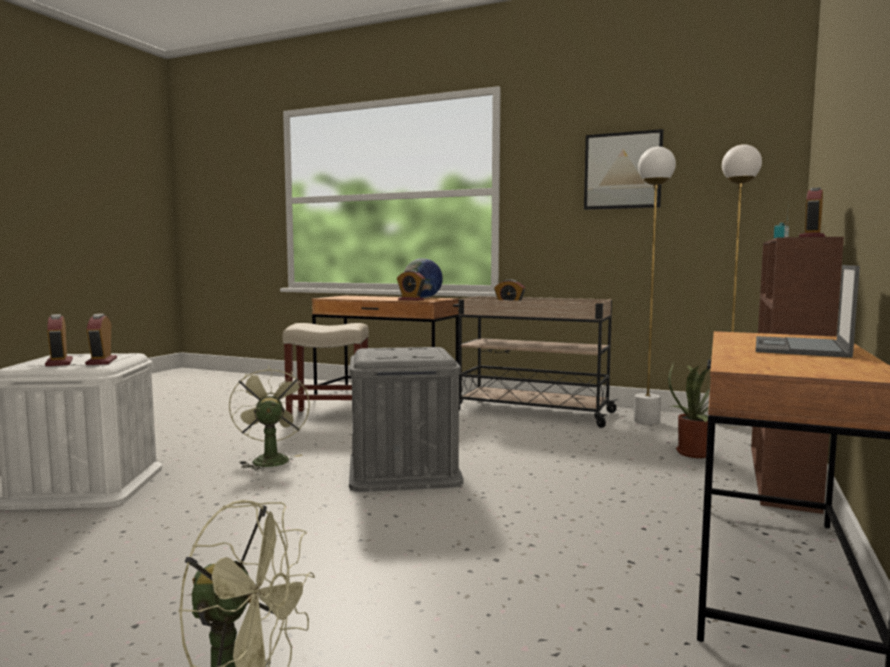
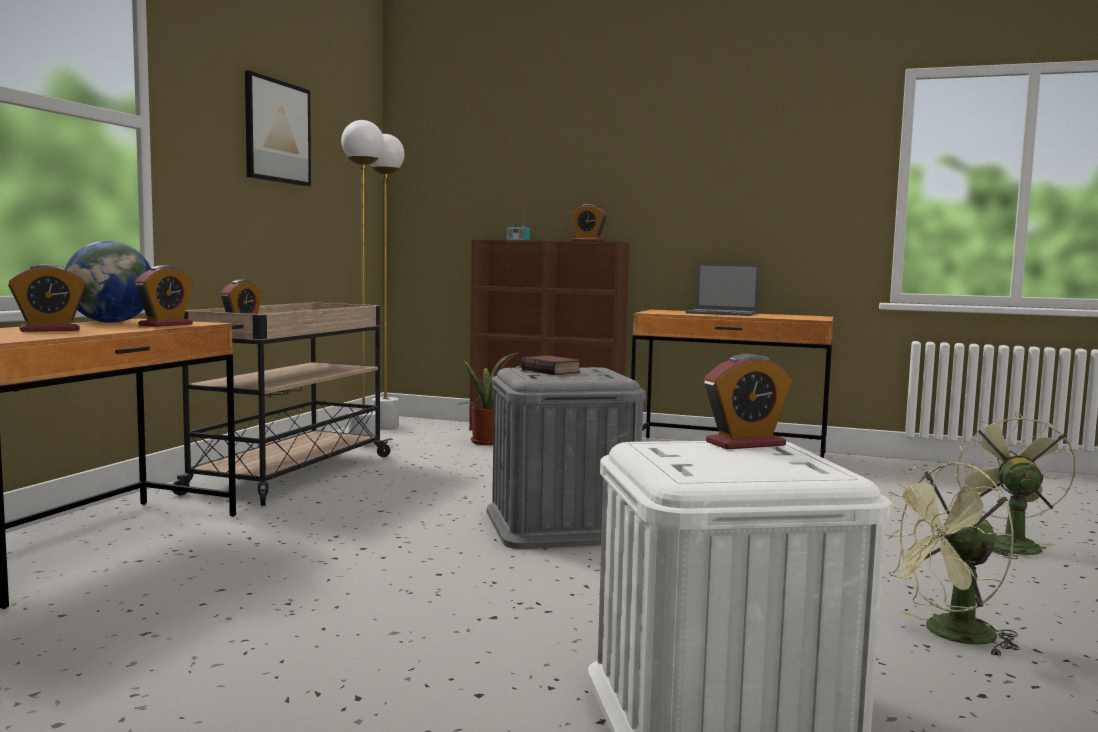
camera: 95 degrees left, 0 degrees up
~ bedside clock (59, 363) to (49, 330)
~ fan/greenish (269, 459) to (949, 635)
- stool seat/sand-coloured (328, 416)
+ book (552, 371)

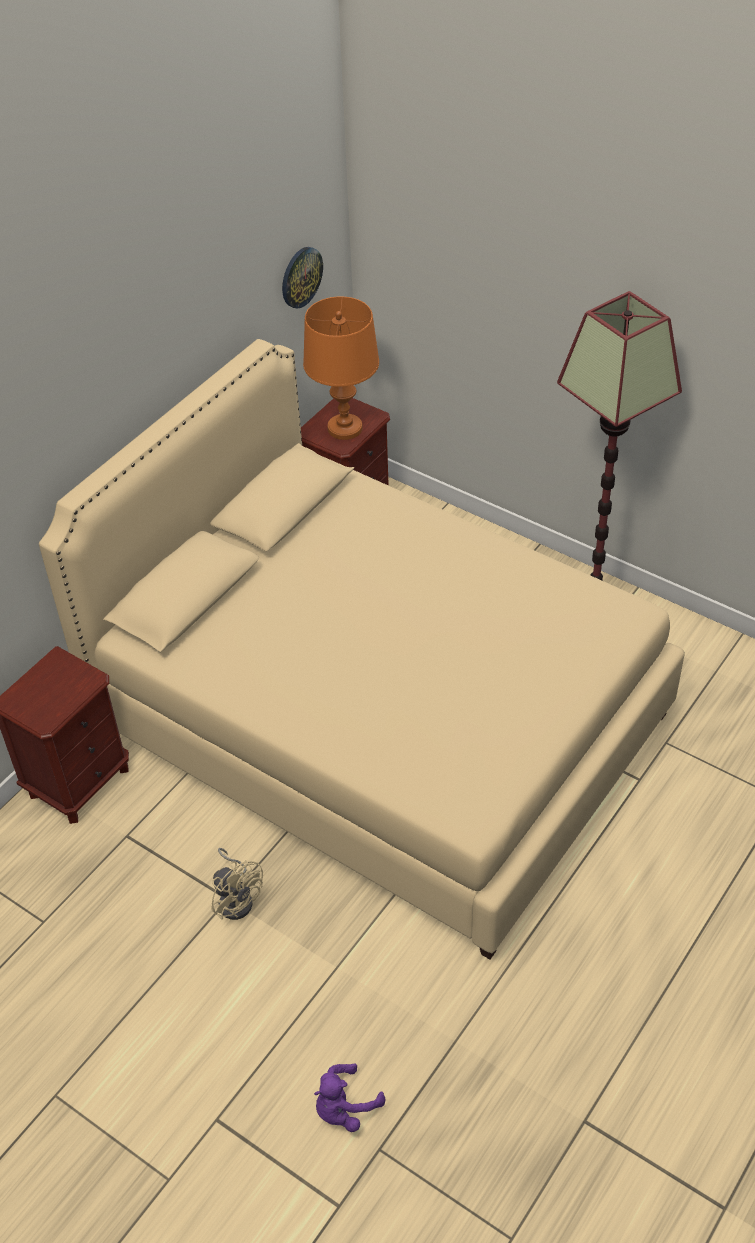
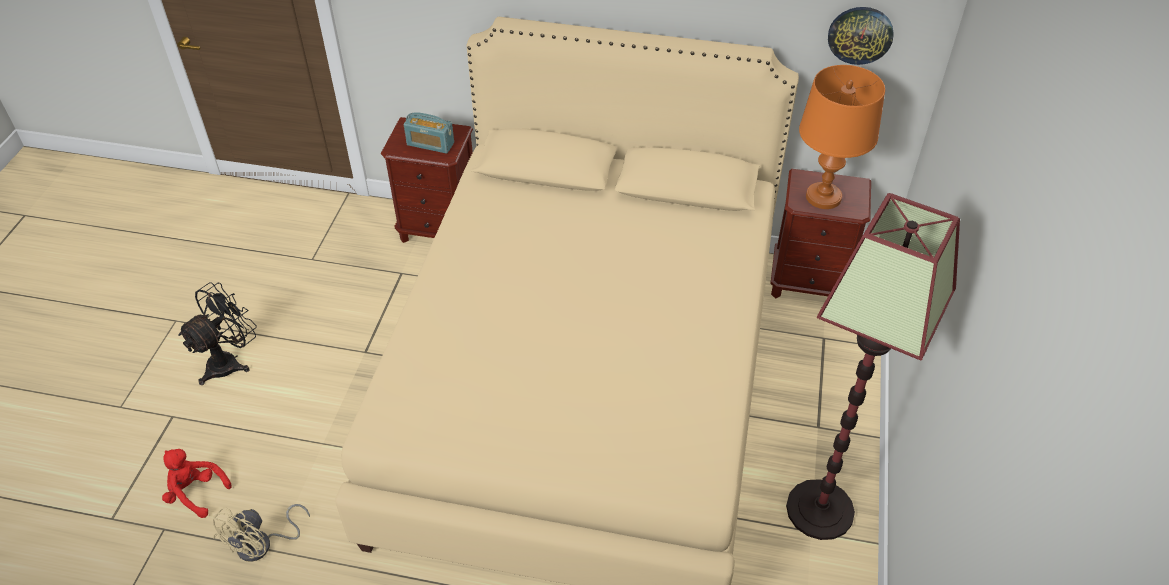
camera: 65 degrees right, 0 degrees up
~ fan/sand-coloured (237, 898) to (262, 545)
~ plush toy/purplish (344, 1108) to plush toy/red (196, 493)
+ fan/blackish (230, 361)
+ radio set (430, 144)

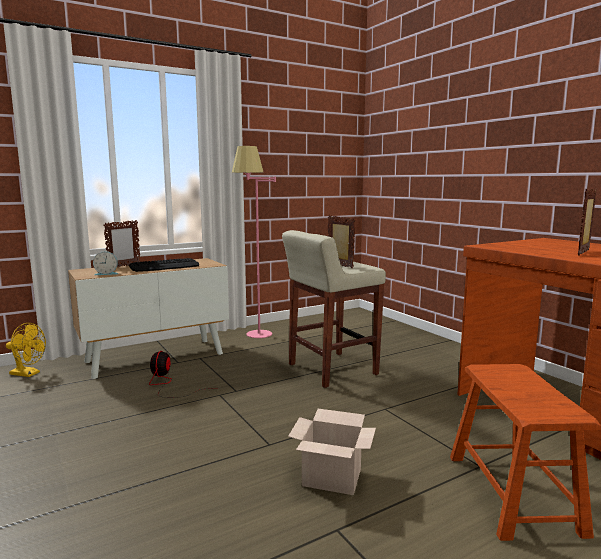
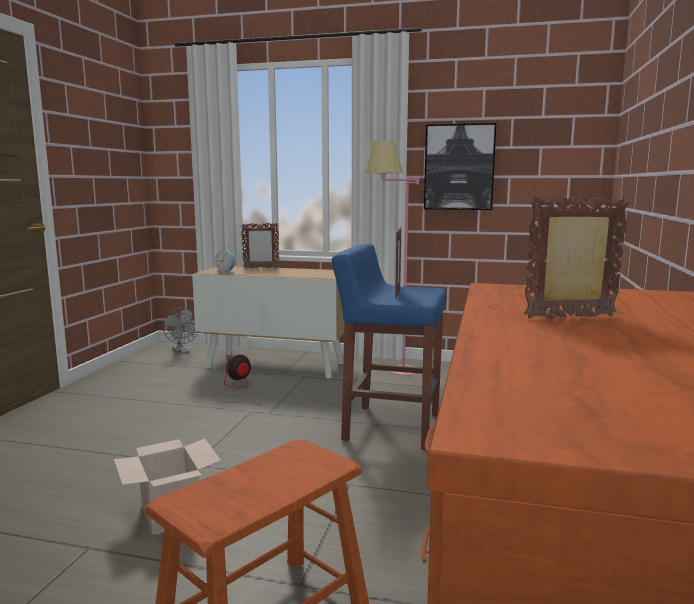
camera: 45 degrees right, 0 degrees up
~ fan/yellow-coloured (28, 374) to fan/gray (182, 352)
- keyboard (165, 266)
~ stool seat/sand-coloured (331, 369) to stool seat/bluish (390, 426)
+ wall picture (459, 167)

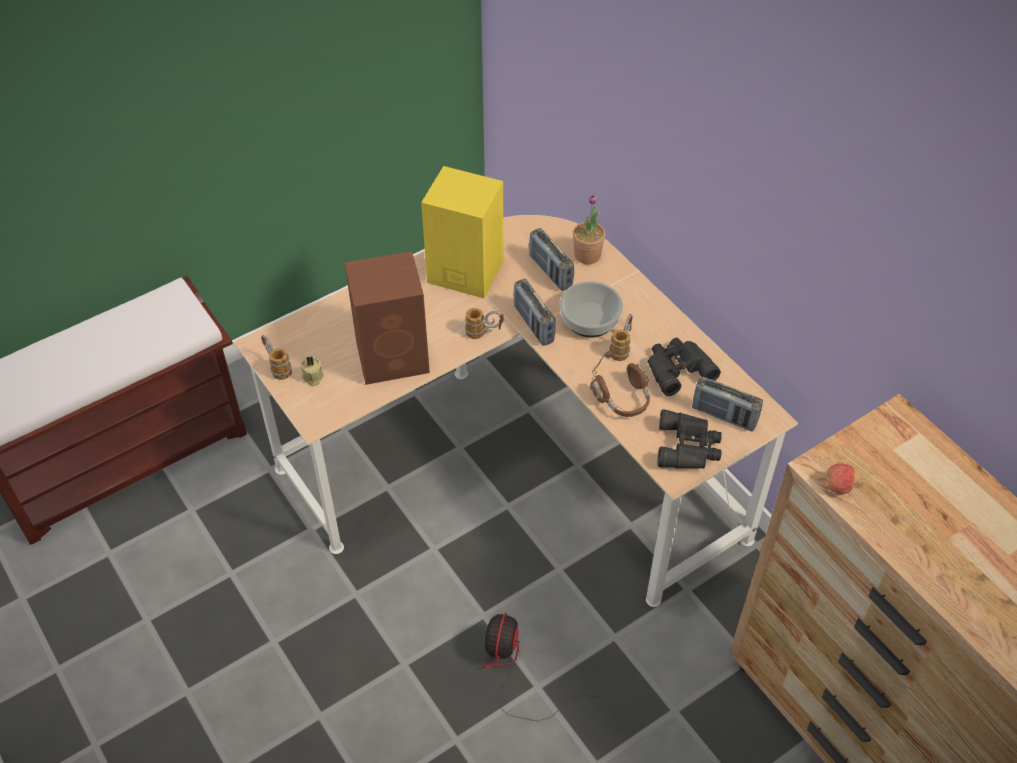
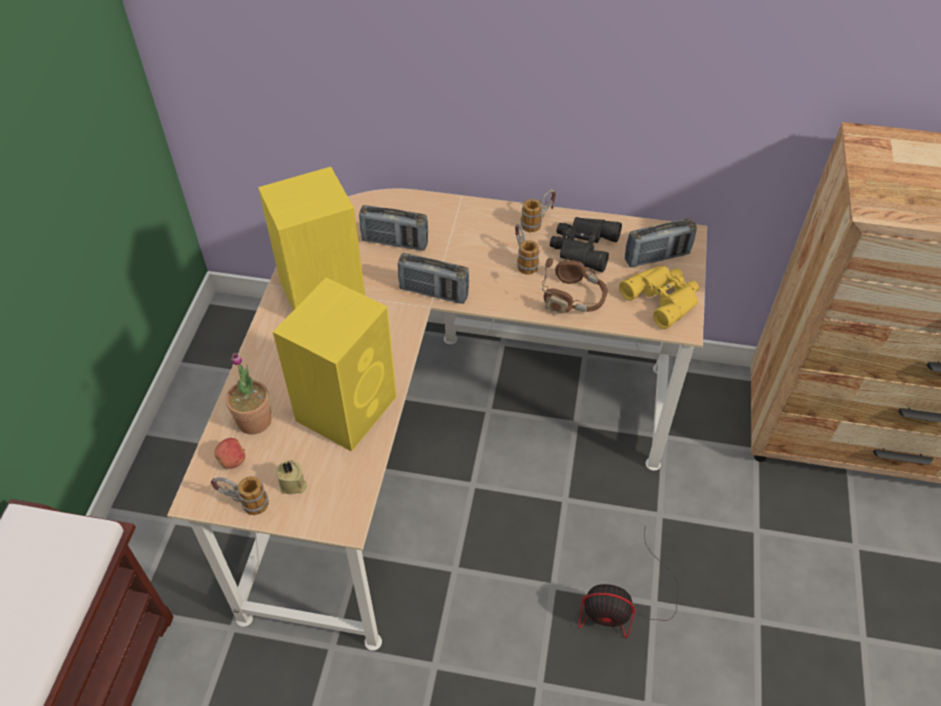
camera: 45 degrees left, 0 degrees up
~ audio speaker/brownish (394, 356) to audio speaker/yellow-coloured (348, 407)
~ tea mug (484, 333) to (538, 221)
~ fan (515, 670) = (624, 606) 45 degrees counterclockwise
- bowl (590, 320)
~ plant in a pot (587, 255) to (254, 421)
~ pair of binoculars/blackish (689, 447) to pair of binoculars/yellow-coloured (663, 297)
~ apple (838, 486) to (233, 460)

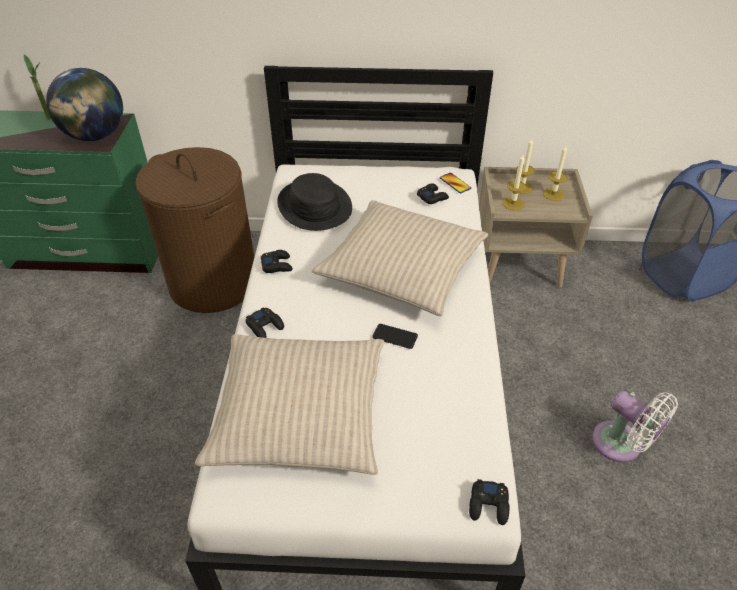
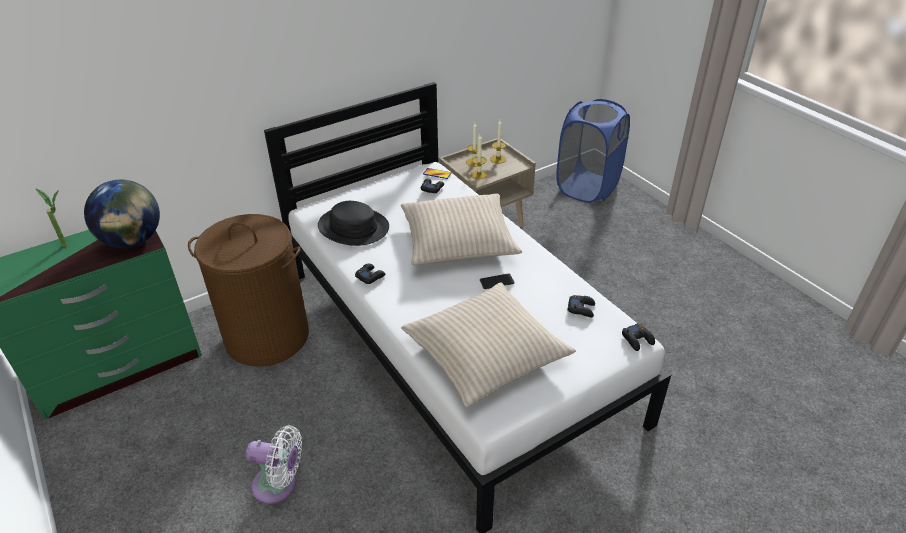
camera: 35 degrees left, 5 degrees down
~ gamepad/blackish (265, 326) to (581, 308)
~ fan/whitish (621, 445) to (279, 485)

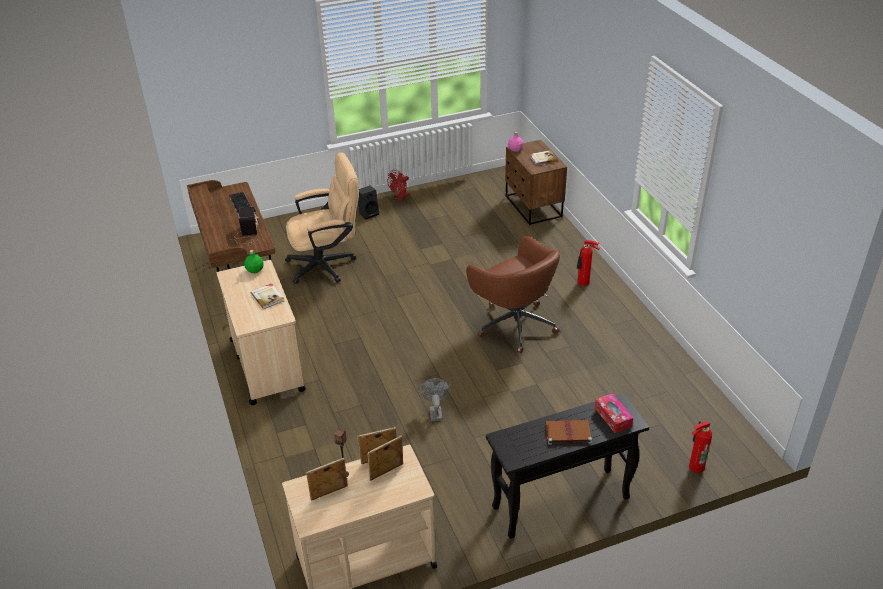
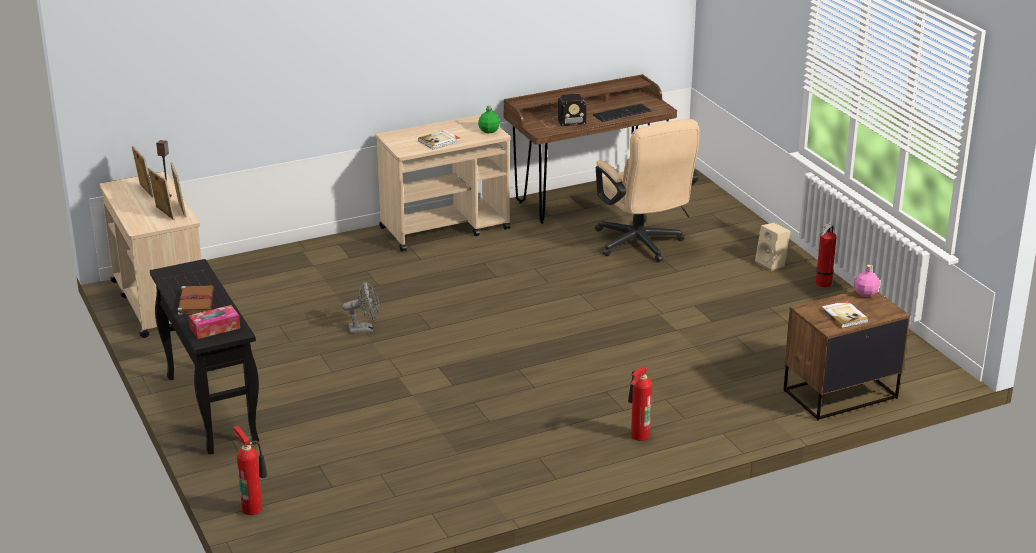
camera: 85 degrees right, 10 degrees down
~ audio speaker/blackish (368, 213) to audio speaker/sand-coloured (772, 264)
~ fan/red (400, 197) to fire extinguisher (822, 284)
- computer chair/brownish (514, 324)

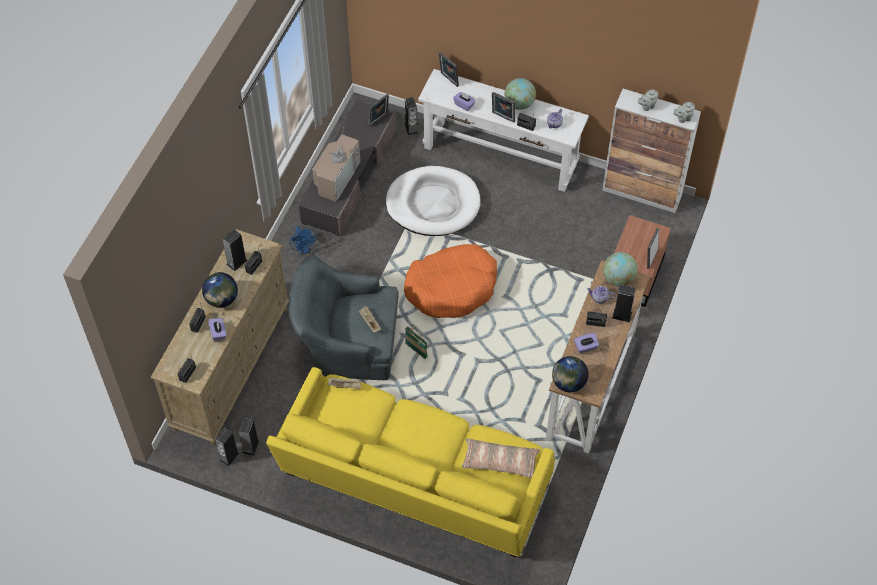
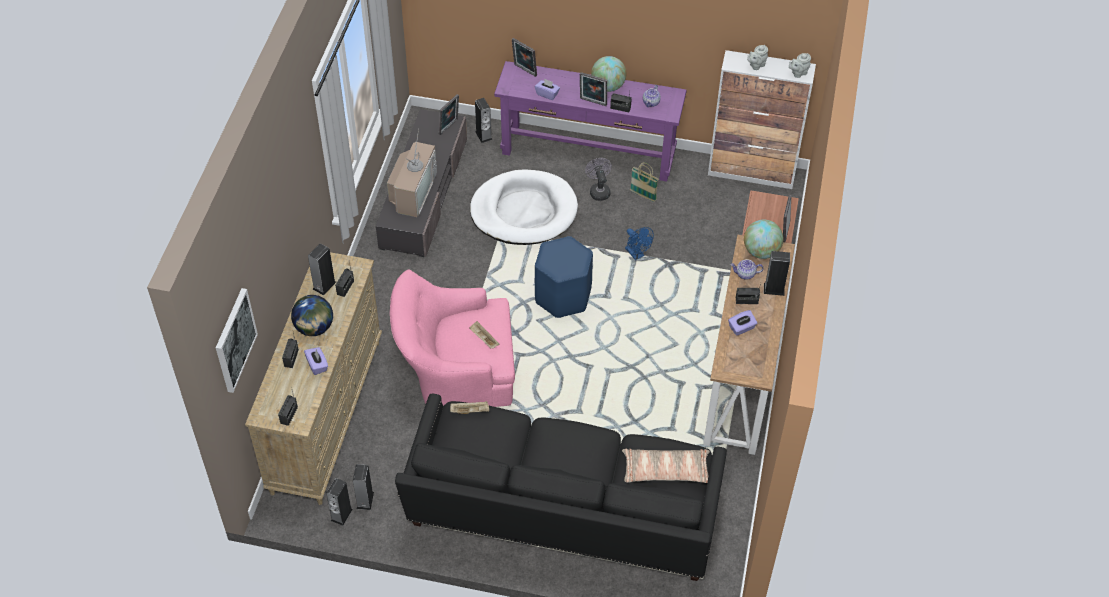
camera: 10 degrees left, 5 degrees down
~ sofa/yellow-coloured (413, 482) to sofa/blackish (562, 514)
~ armchair/gray (347, 343) to armchair/pink (455, 371)
~ fan/bluish (304, 249) to (636, 254)
~ dog cushion/orangey (451, 287) to stool seat/bluish (563, 296)
~ basket (416, 351) to (643, 195)
~ narrow table/whitish (500, 155) to narrow table/purplish (588, 152)
- globe (568, 383)
+ wall picture (234, 340)
+ fan/gray (599, 190)

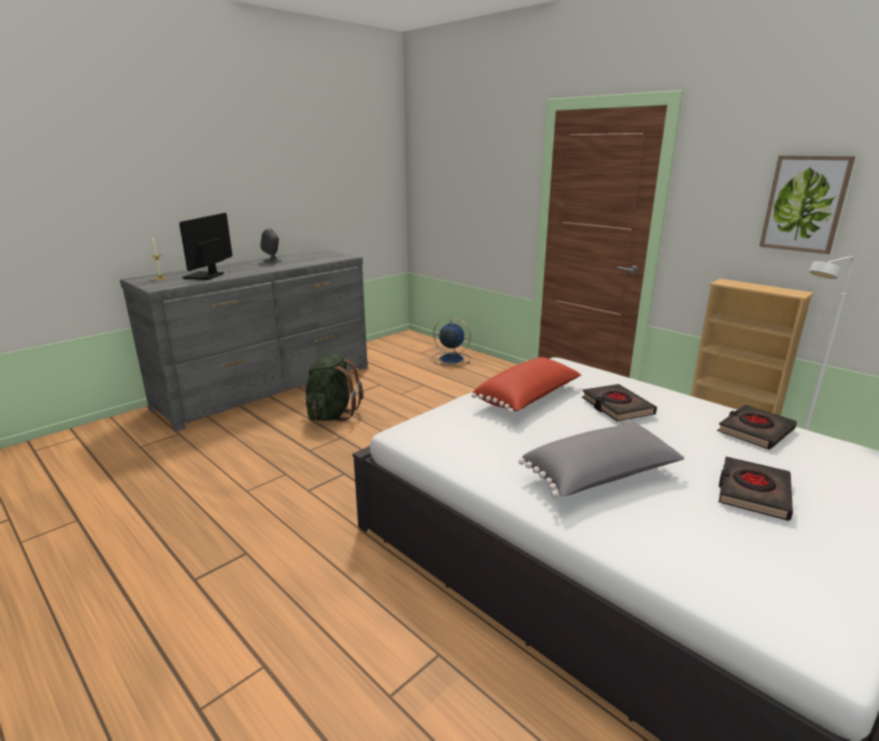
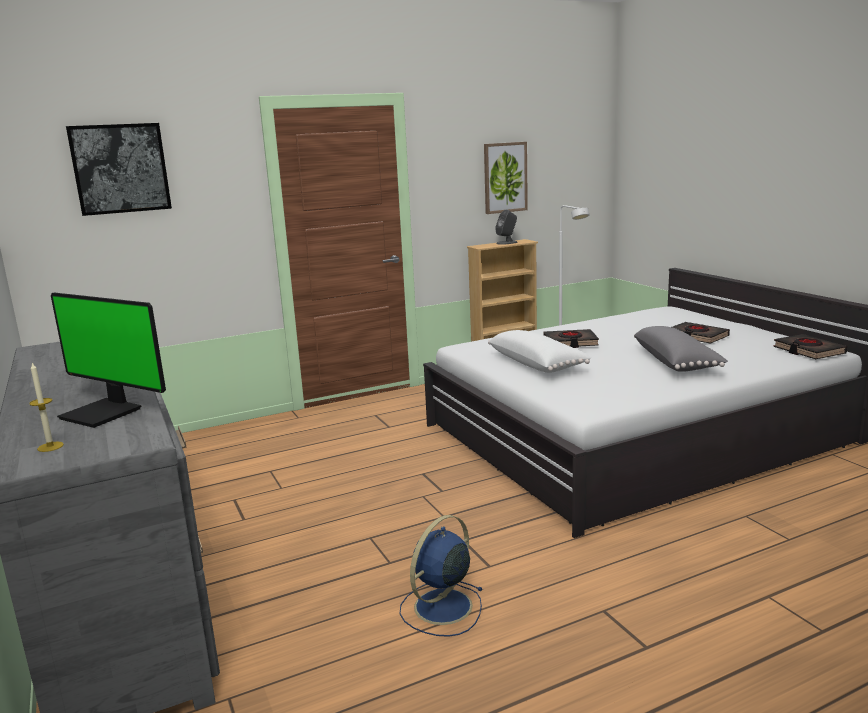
camera: 70 degrees left, 5 degrees down
~ audio speaker/gray (272, 261) to (507, 243)
- backpack/greenish (332, 414)
~ fan/bluish (450, 359) to (441, 608)
~ cushion/red (528, 399) to cushion/whitish (537, 364)
~ book/blackish (755, 431) to (808, 351)
+ wall picture (120, 168)

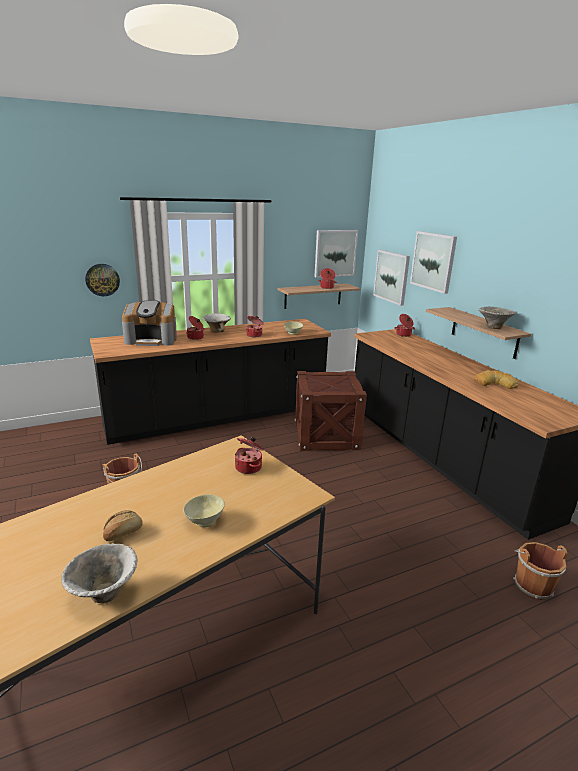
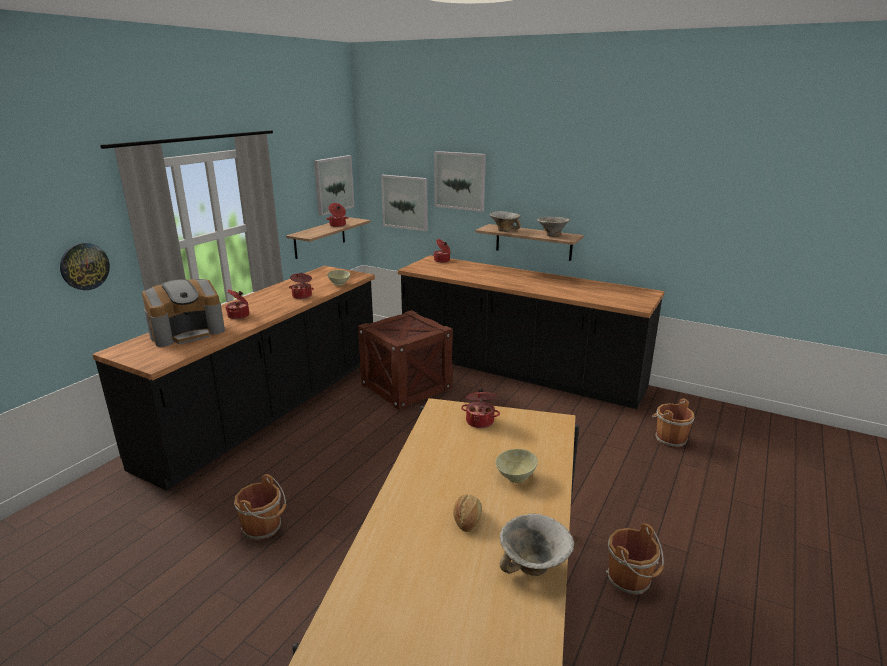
camera: 35 degrees left, 0 degrees up
~ bowl (217, 331) to (504, 230)
- bakery bread (494, 383)
+ water bucket/brownish (630, 580)

